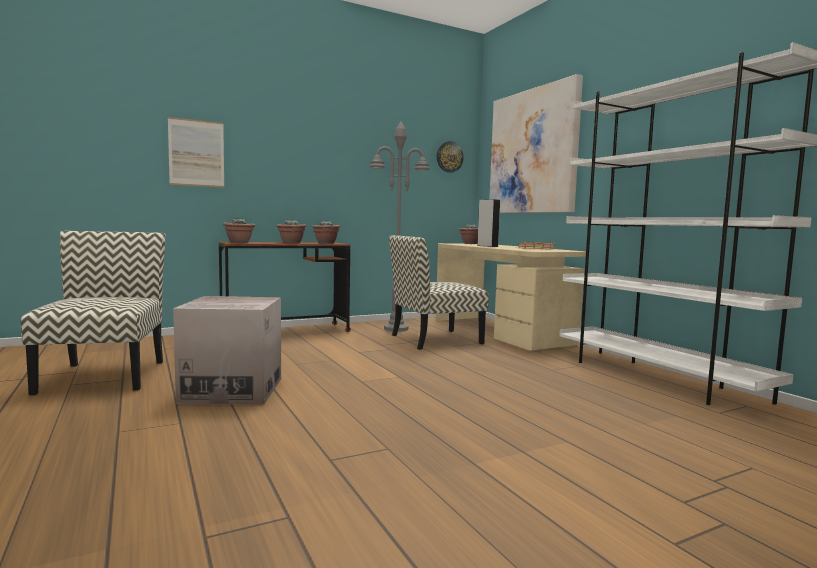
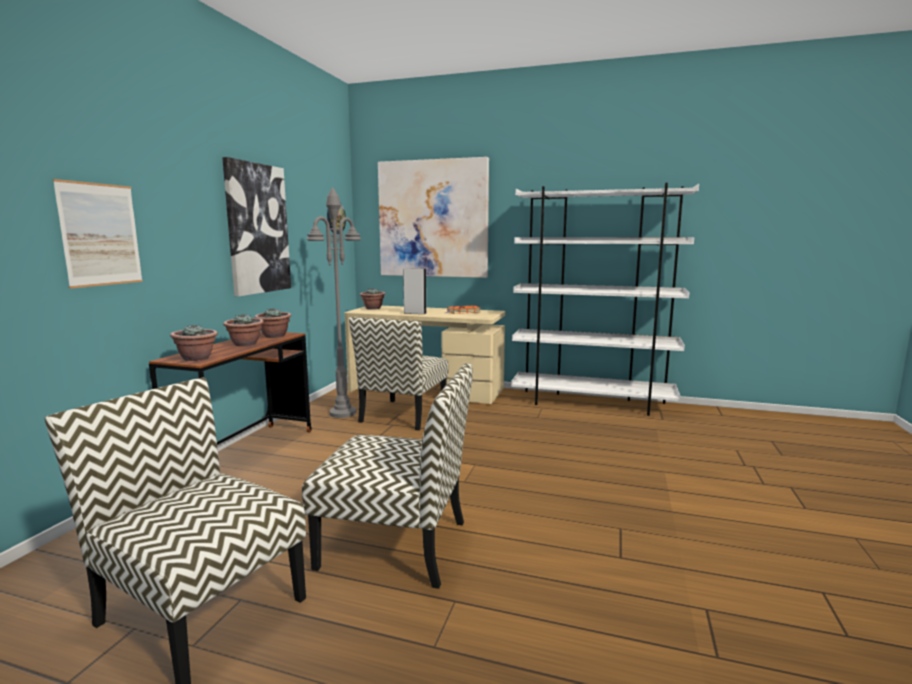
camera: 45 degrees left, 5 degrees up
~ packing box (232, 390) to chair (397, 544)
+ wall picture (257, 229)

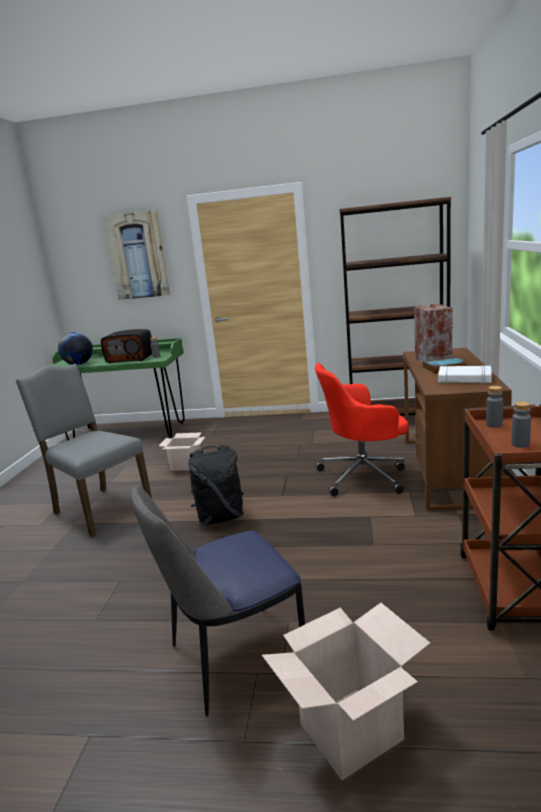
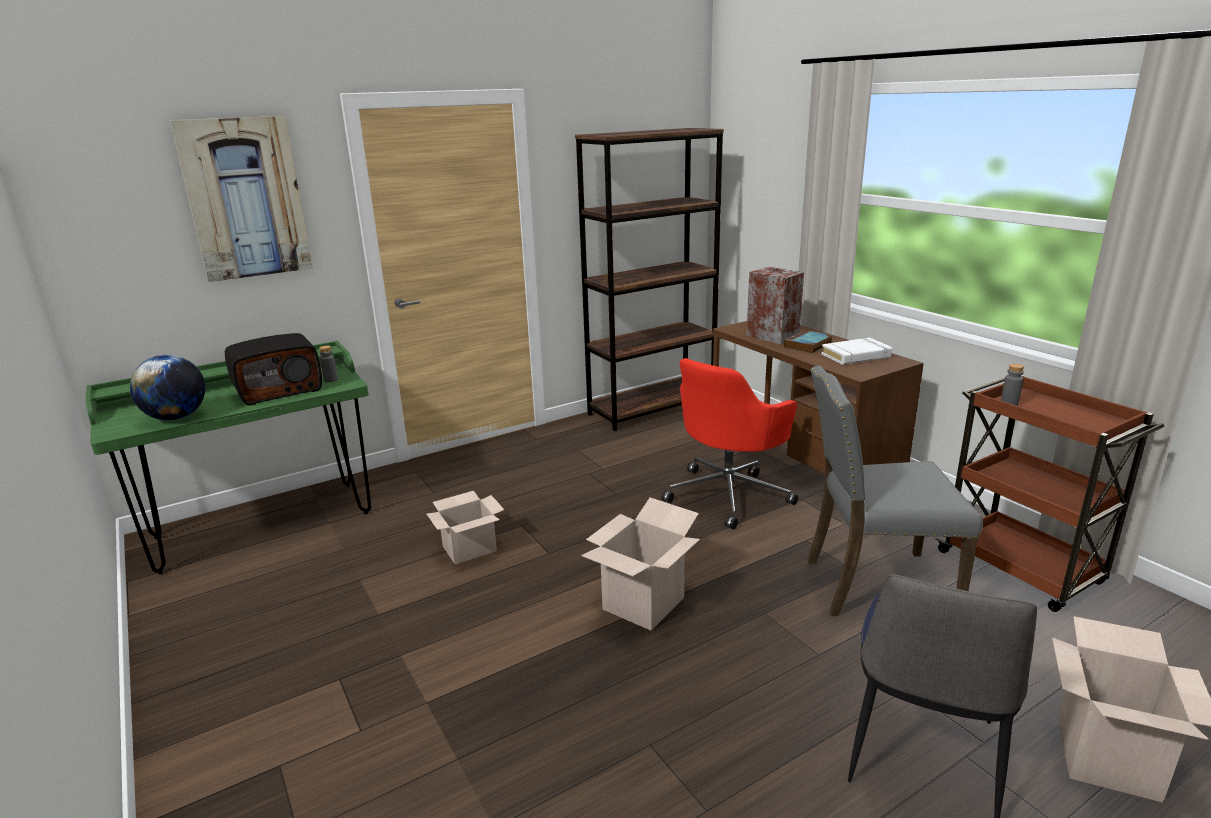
camera: 40 degrees left, 5 degrees up
~ chair/gray (99, 509) to (874, 585)
~ backpack/blackish (220, 517) to packing box (643, 603)
- beverage bottle/gray (520, 444)

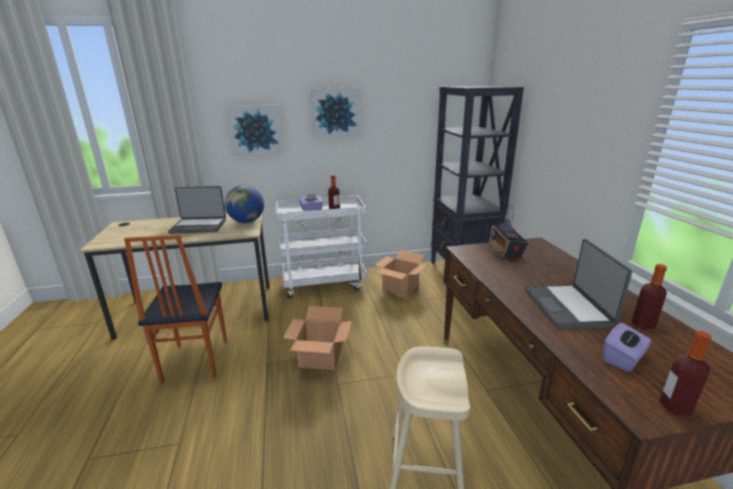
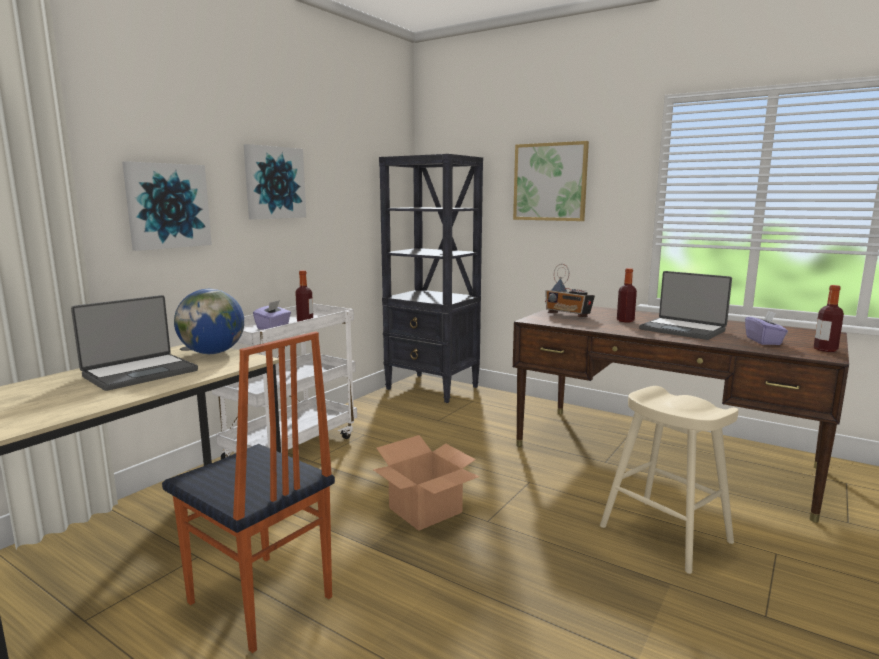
camera: 45 degrees left, 10 degrees down
- packing box (401, 287)
~ beverage bottle (643, 325) to (625, 321)
+ wall picture (550, 182)

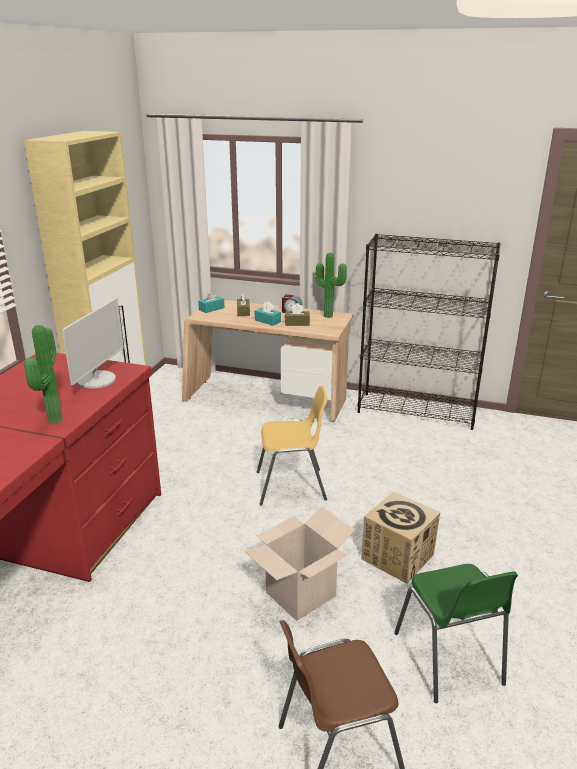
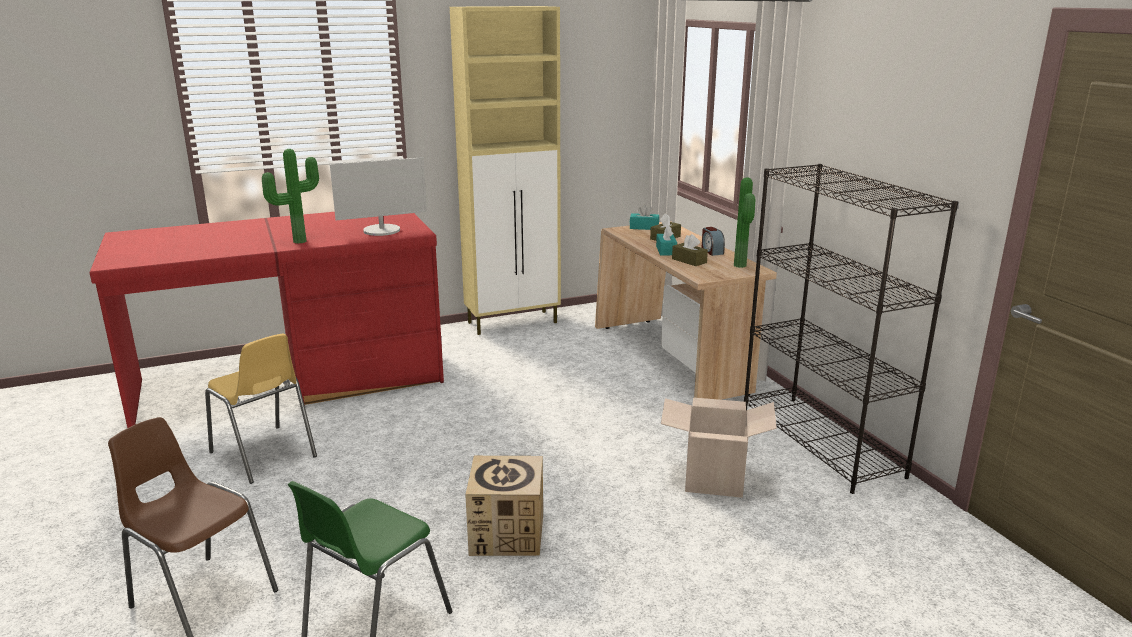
camera: 50 degrees right, 5 degrees down
~ packing box (300, 594) to (714, 480)
~ chair/yellow-coloured (291, 486) to (264, 455)

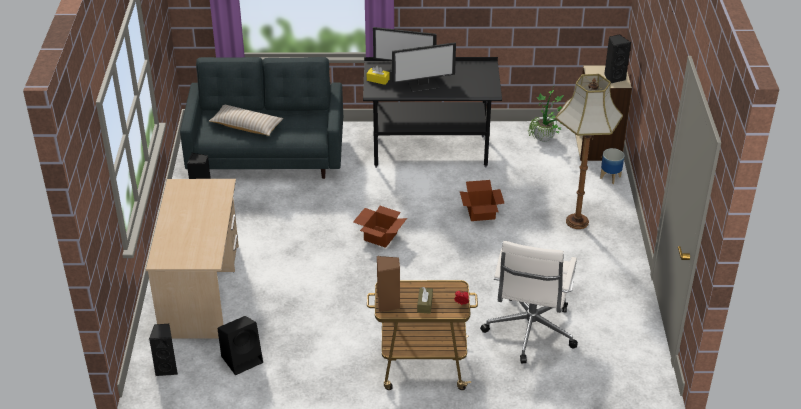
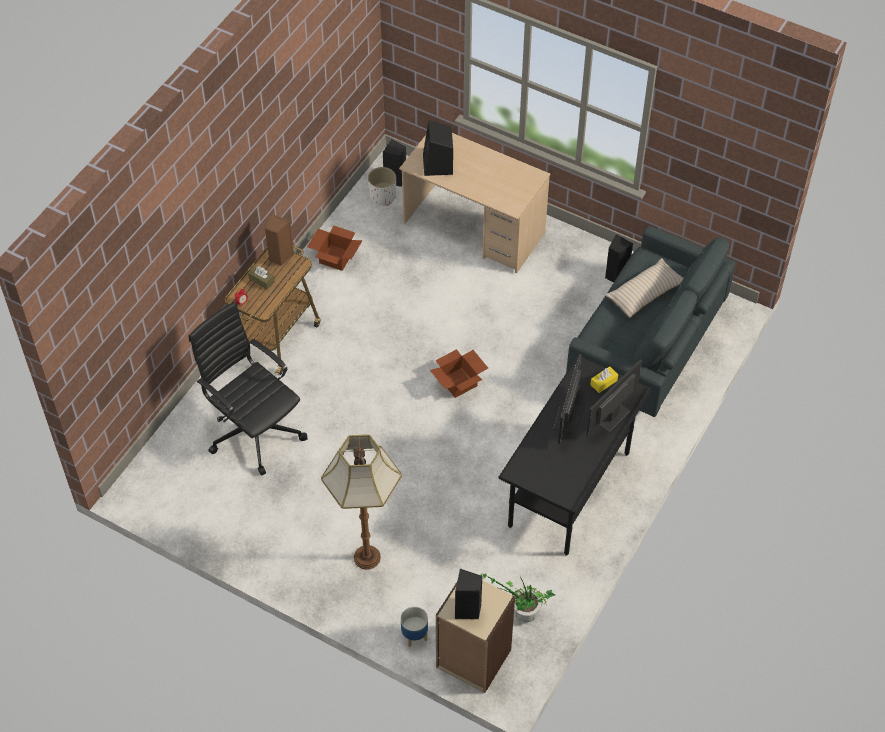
camera: 120 degrees right, 15 degrees up
~ audio speaker/blackish (243, 359) to (438, 165)
~ packing box (480, 213) to (335, 257)
~ computer chair/whitish (529, 331) to computer chair/blackish (254, 430)
+ plant pot/whitish (383, 196)

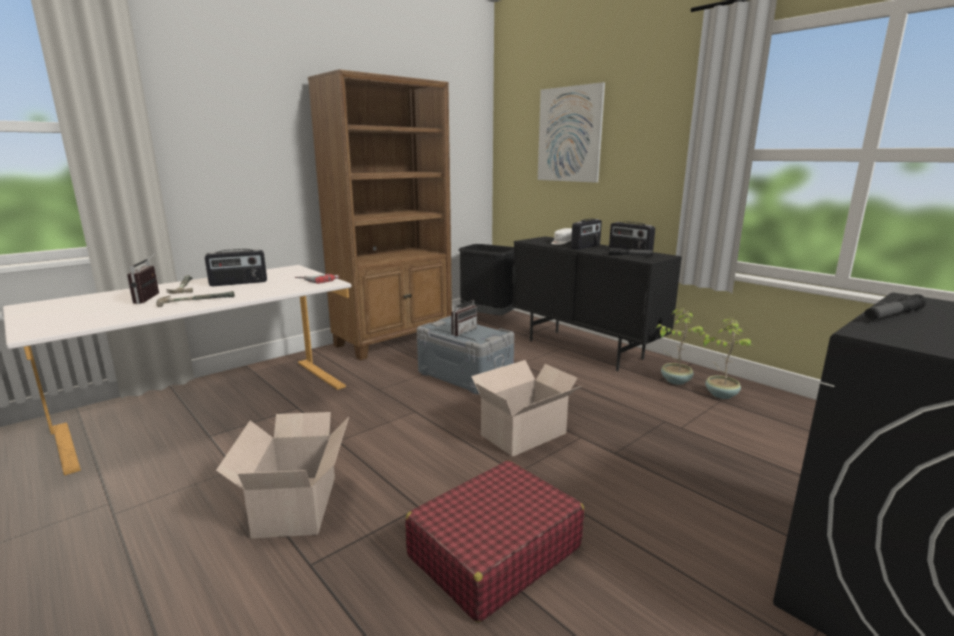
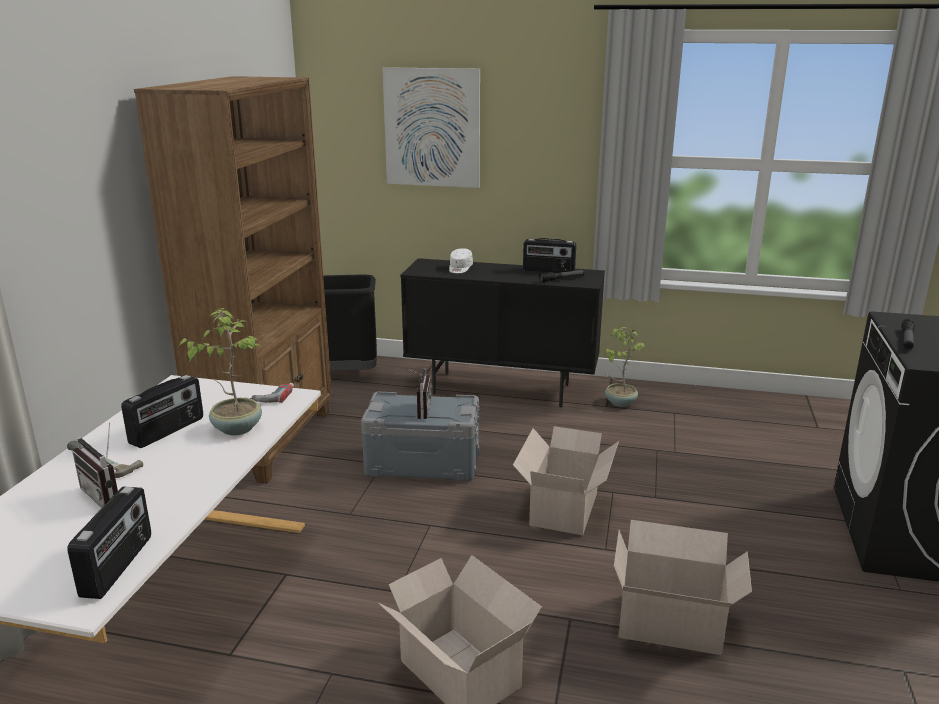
camera: 35 degrees left, 5 degrees up
- tool hammer (196, 299)
~ suitcase/red (494, 552) to packing box (673, 625)
~ radio set (586, 247) to (118, 566)
~ plant in a pot (720, 394) to (236, 428)

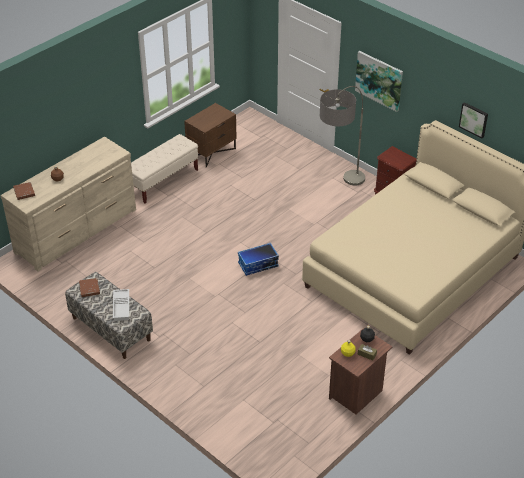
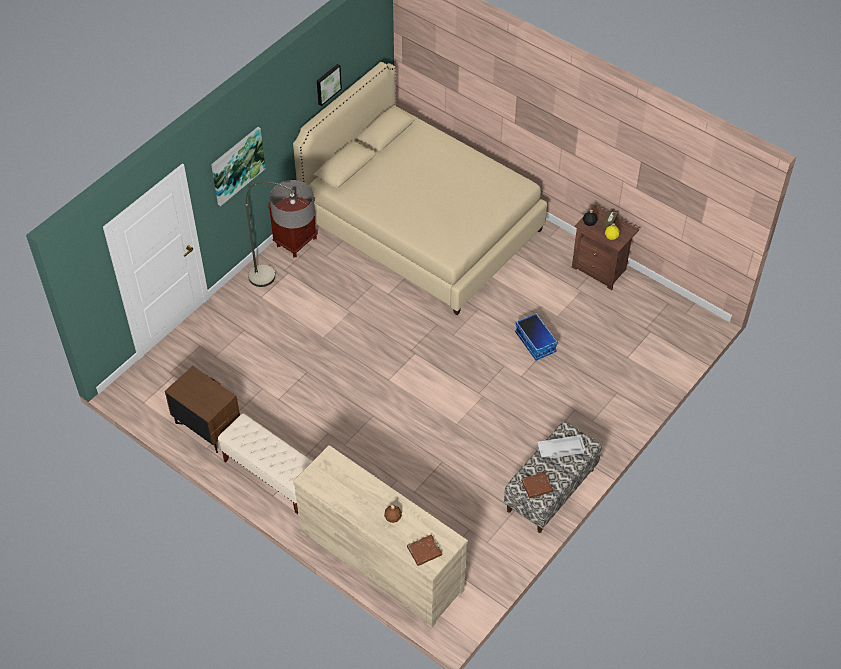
camera: 95 degrees left, 10 degrees up
~ storage box (258, 265) to (536, 342)

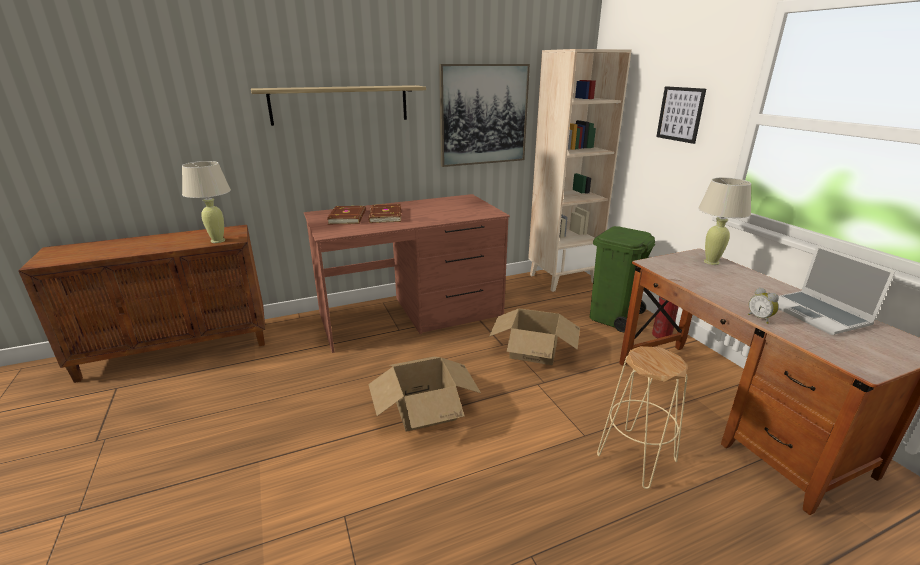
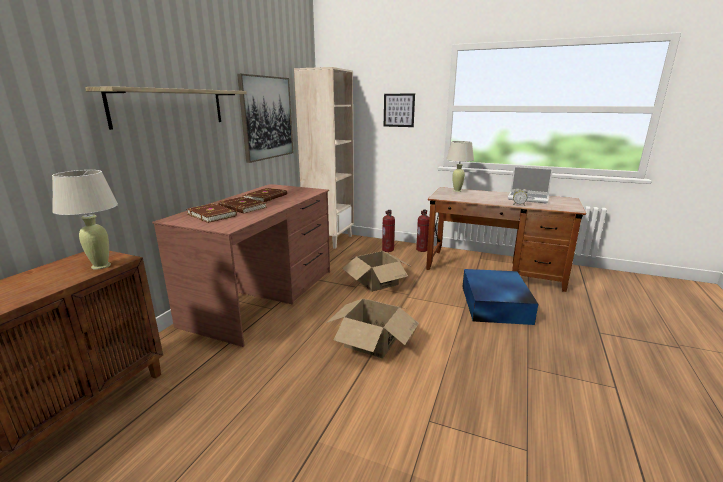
camera: 45 degrees left, 5 degrees down
~ trash can/greenish (613, 317) to fire extinguisher (388, 250)
~ stool seat/sand-coloured (635, 457) to storage box/bluish (495, 304)
+ book/brownish (266, 197)

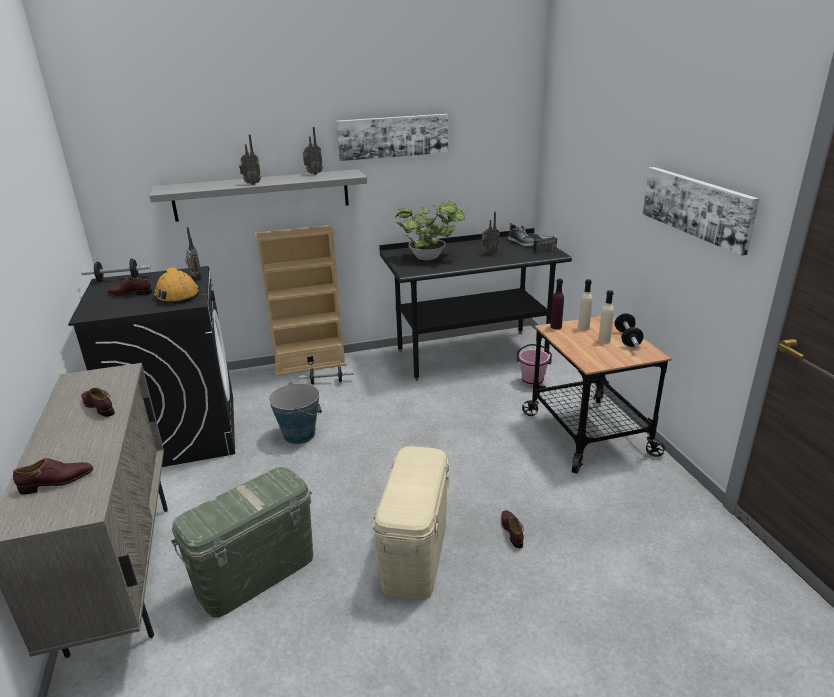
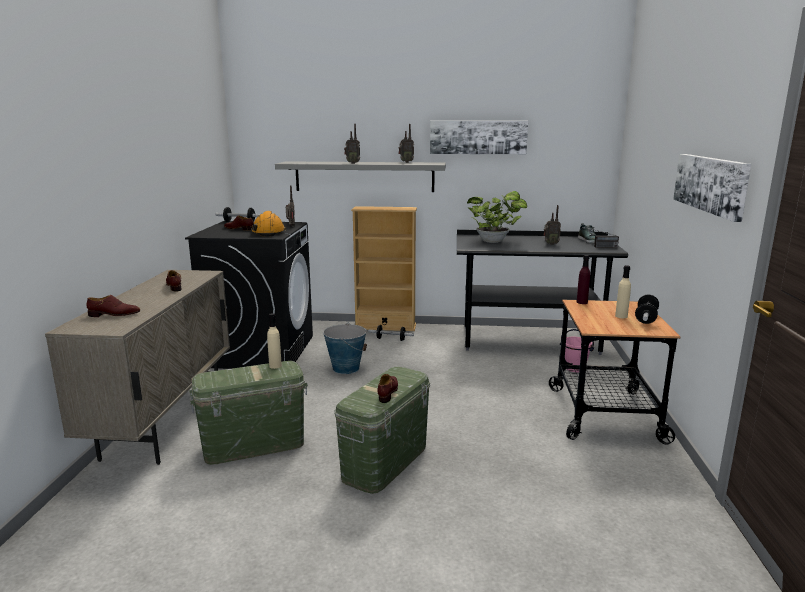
camera: 20 degrees right, 10 degrees down
~ storage box/sand-coloured (415, 554) to storage box/greenish (385, 462)
~ item of footwear/brownish (512, 531) to (388, 392)
~ beverage bottle/sand-coloured (583, 328) to (275, 366)

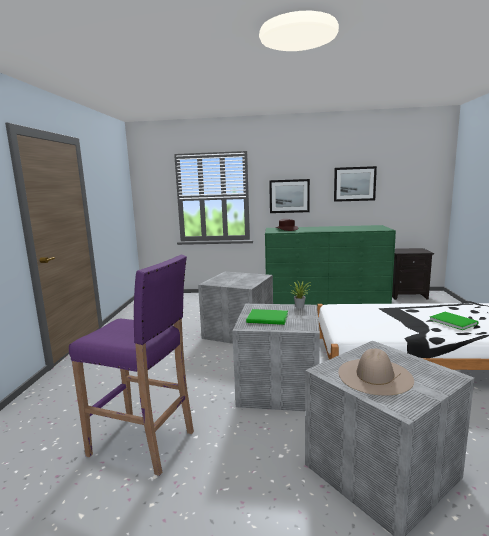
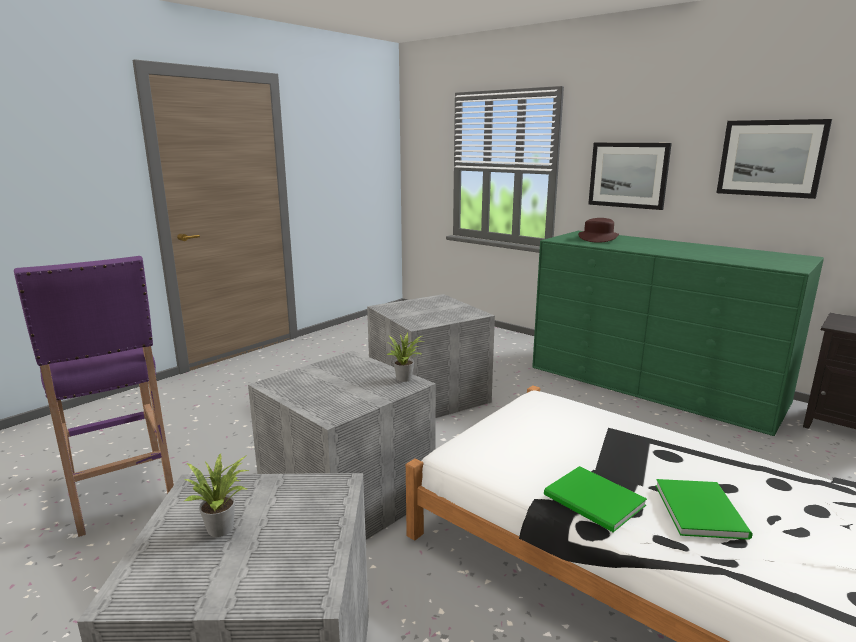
camera: 35 degrees right, 5 degrees up
~ book/greenish (268, 318) to (595, 502)
~ wearable hat/sand-coloured (374, 375) to plant in a pot (224, 527)

